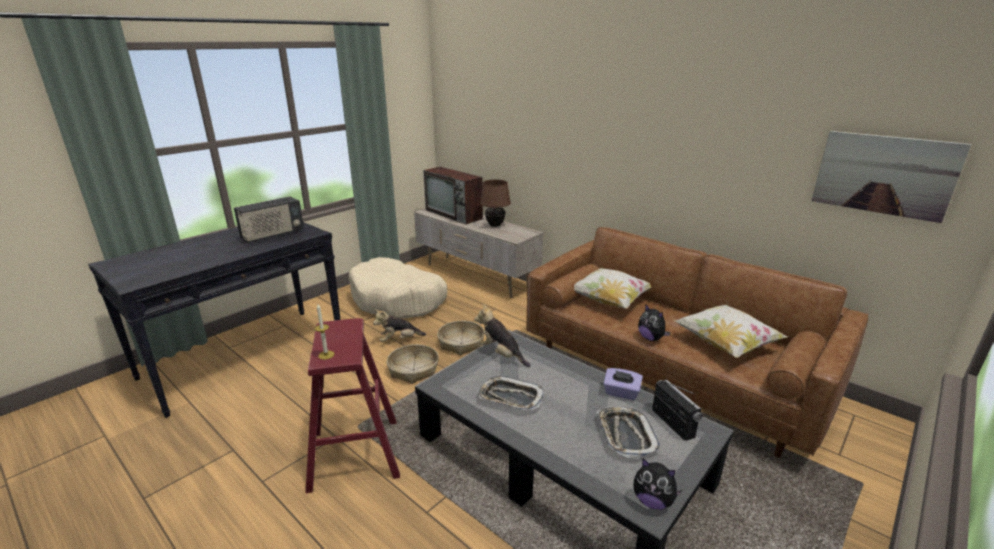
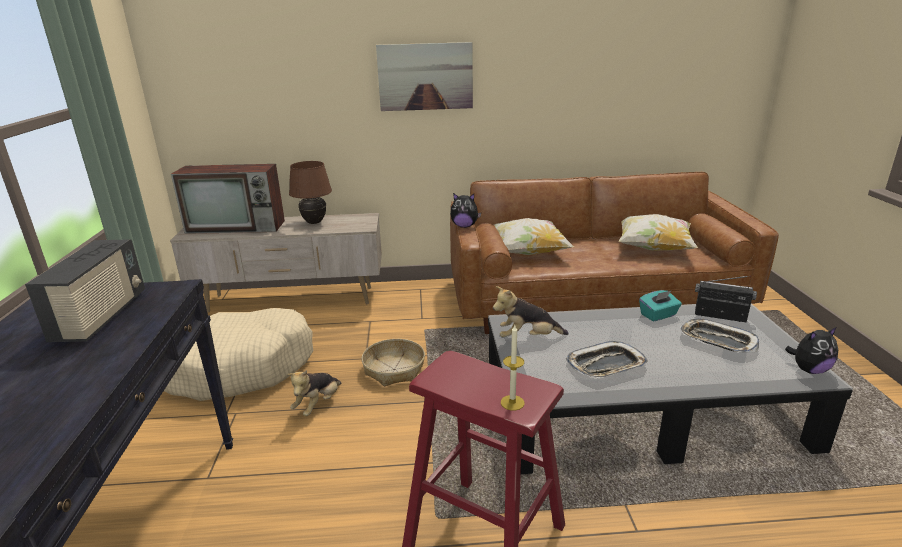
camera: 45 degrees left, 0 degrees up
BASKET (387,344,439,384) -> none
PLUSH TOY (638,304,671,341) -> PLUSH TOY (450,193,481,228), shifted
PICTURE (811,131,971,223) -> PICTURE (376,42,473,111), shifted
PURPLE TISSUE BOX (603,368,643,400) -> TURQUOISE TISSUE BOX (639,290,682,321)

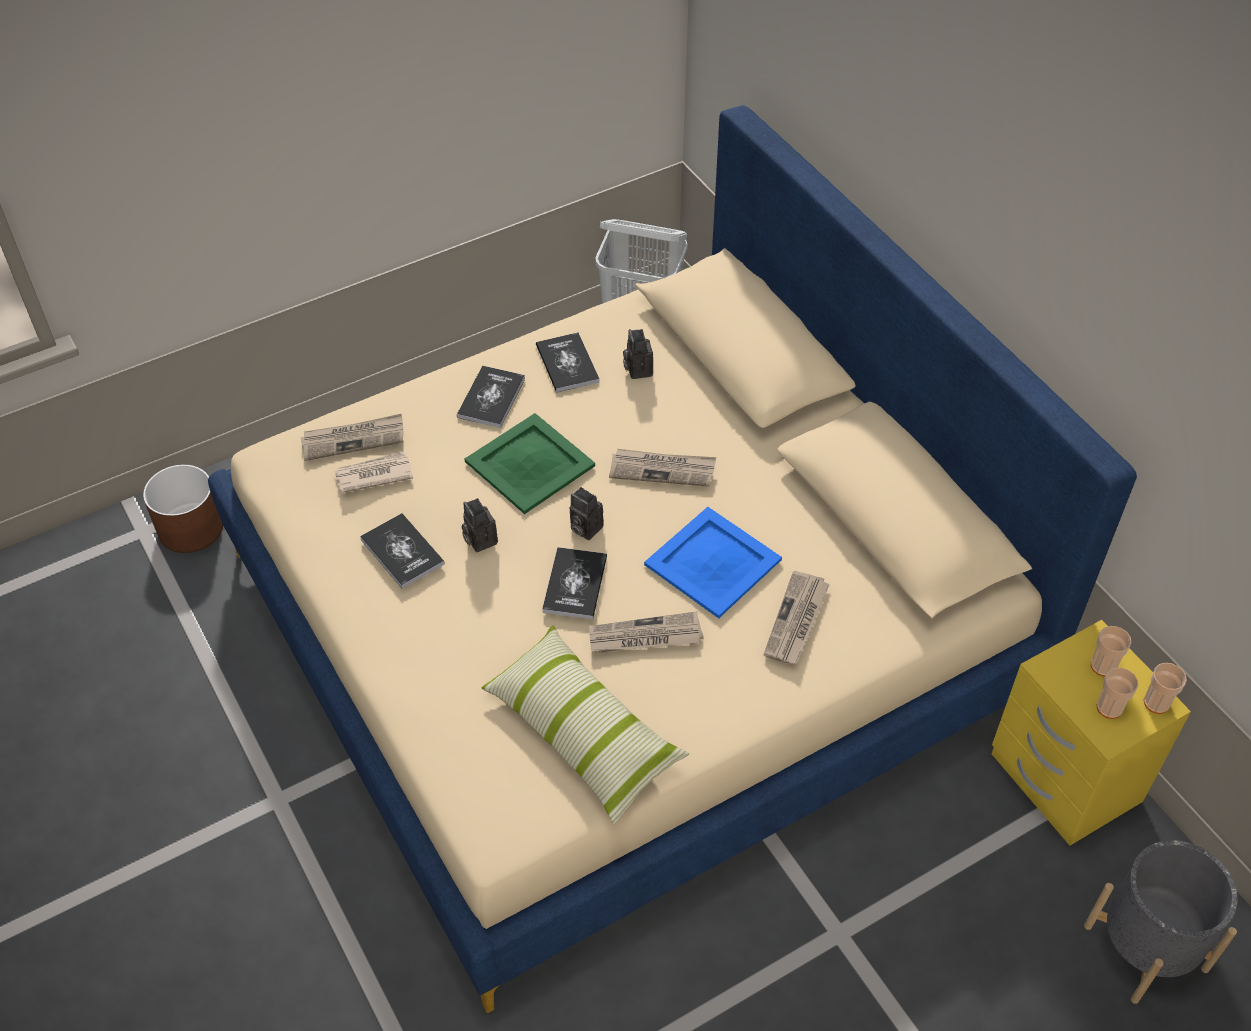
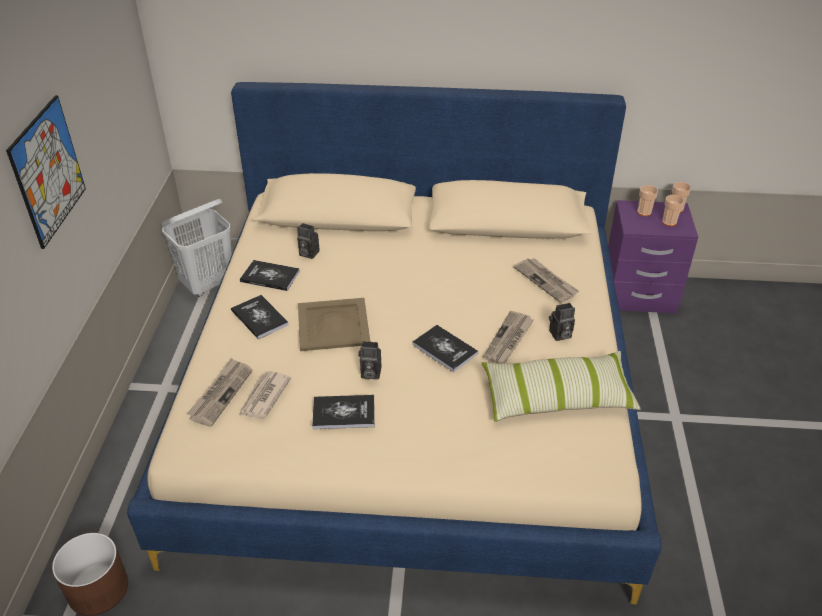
camera: 55 degrees left, 10 degrees down
NEWSPAPER (609,449,716,487) -> none
BLUE TRAY (644,507,782,618) -> none
GREY PLANTER (1084,840,1238,1004) -> none
none -> PICTURE (6,95,86,249)
PHOTO CAMERA (570,487,604,540) -> PHOTO CAMERA (549,303,575,341), shifted
GREEN TRAY (465,413,595,514) -> BEIGE TRAY (298,298,370,351)
YELLOW NIGHTSTAND (992,620,1191,846) -> PURPLE NIGHTSTAND (608,200,698,313)

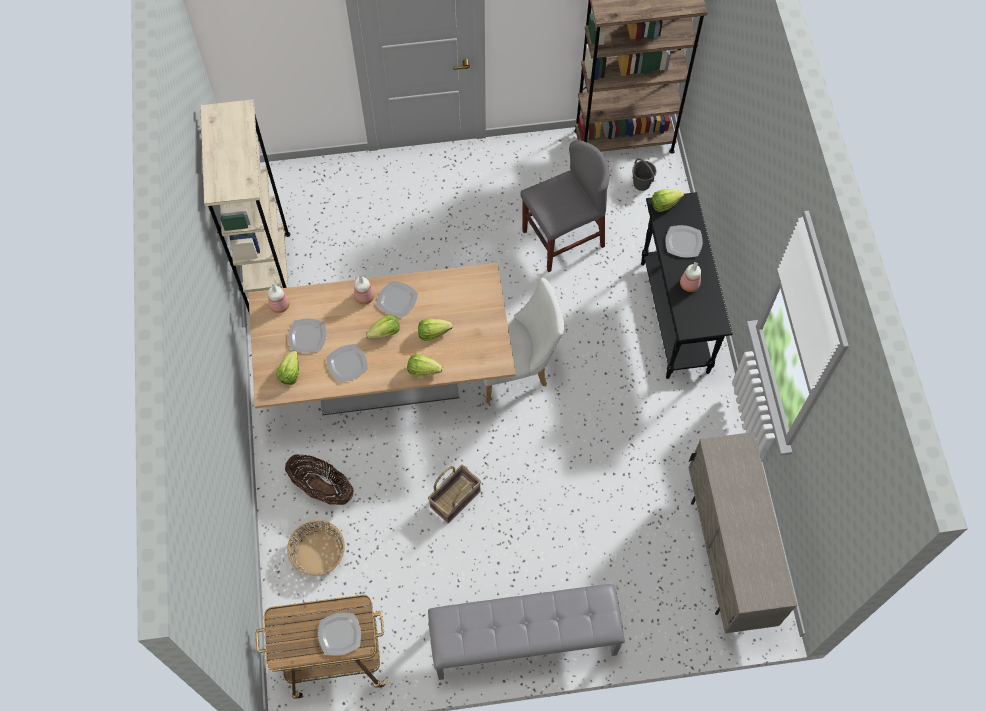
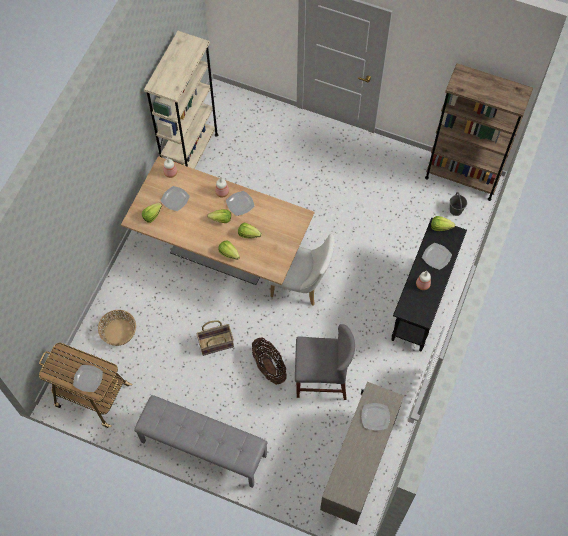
camera: 30 degrees right, 0 degrees up
BASKET (285,454,354,505) -> BASKET (252,337,287,385), shifted
PLATE (326,344,368,382) -> PLATE (361,403,390,431), shifted
GREY CHAIR (520,140,610,272) -> GREY CHAIR (295,324,355,400), shifted

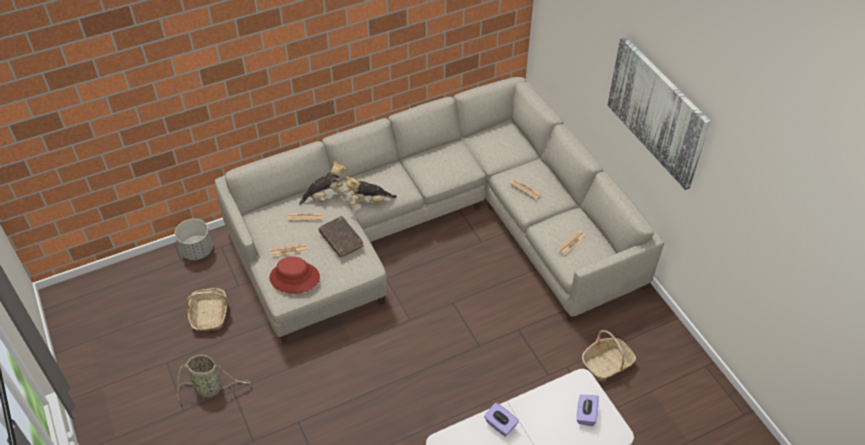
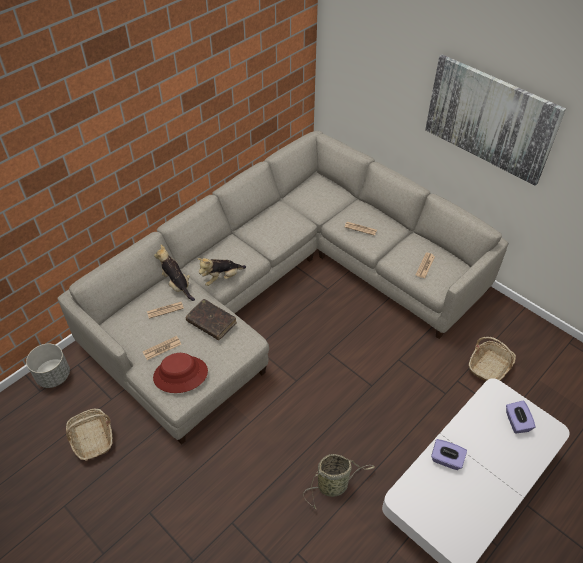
camera: 20 degrees left, 0 degrees up
BASKET (177,355,250,399) -> BASKET (303,454,375,510), shifted
PLUSH TOY (299,160,346,205) -> PLUSH TOY (154,245,195,301), 90 degrees counterclockwise

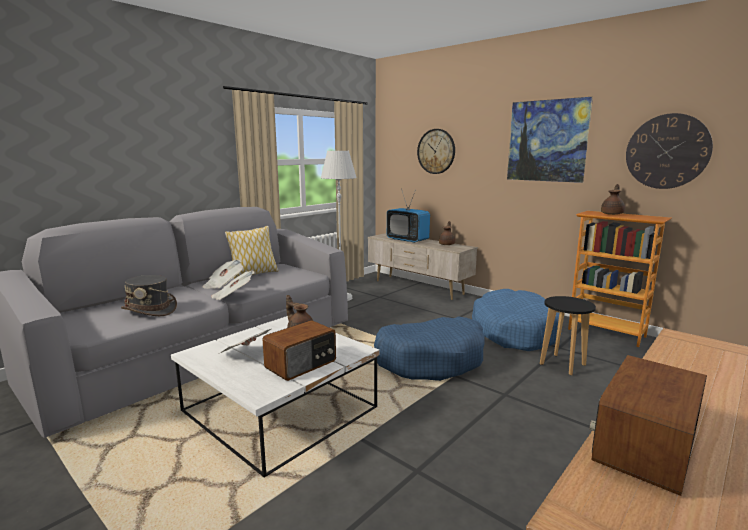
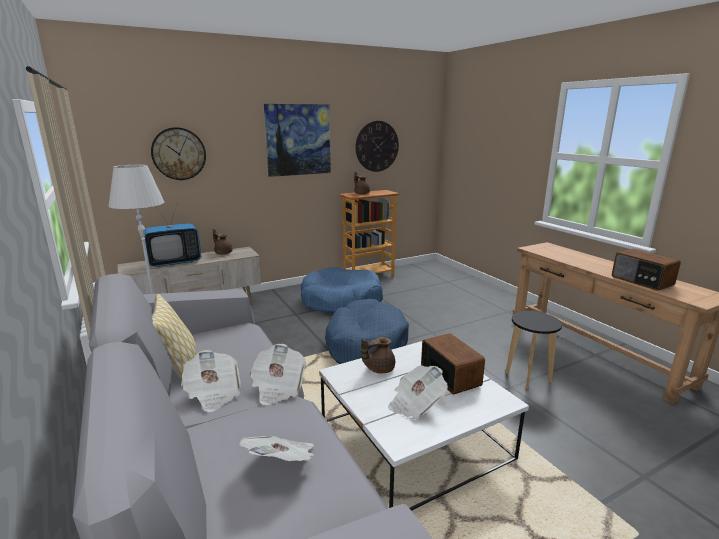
camera: 70 degrees left, 5 degrees up
BLACK STOOL (540,296,596,376) -> BLACK STOOL (505,311,562,390), shifted
GREY HAT (121,275,177,316) -> NEWSPAPER (240,436,314,461)

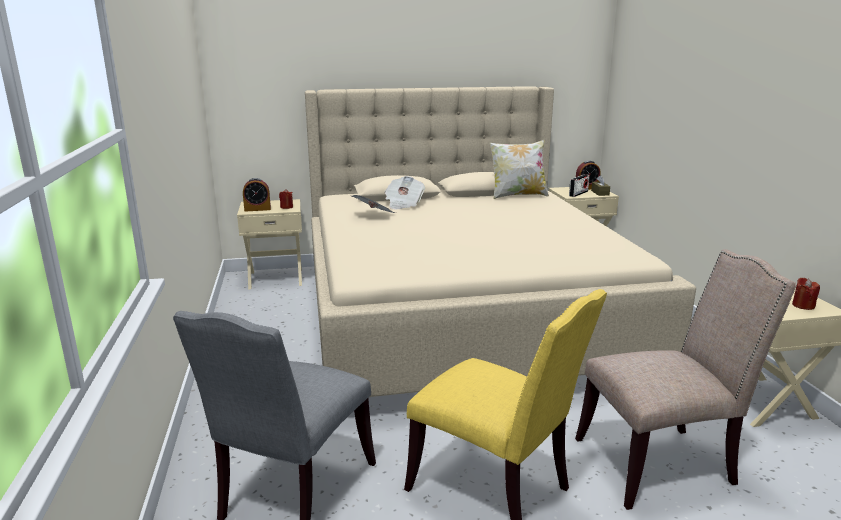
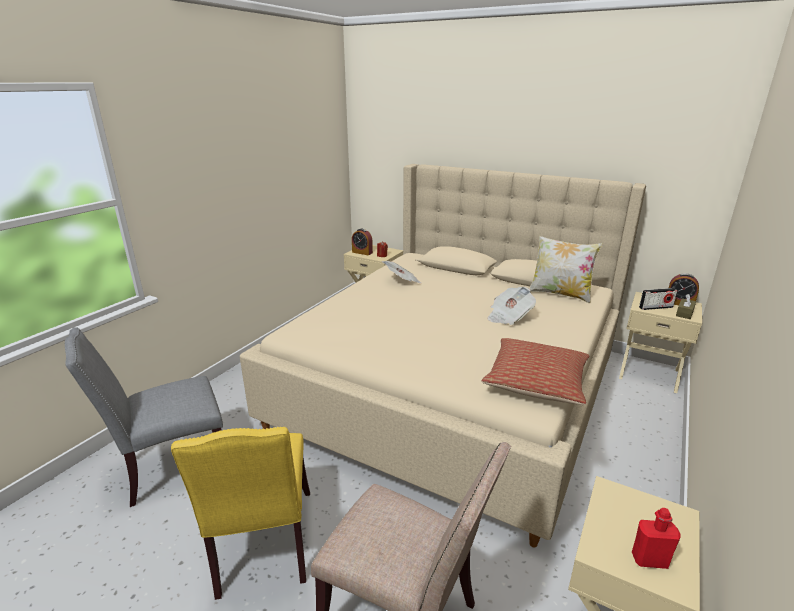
camera: 40 degrees right, 5 degrees up
none -> PILLOW (481,338,589,405)
NEWSPAPER (385,176,425,209) -> NEWSPAPER (487,287,536,325), shifted
RED CANDLE (792,278,820,310) -> RED BOTTLE (632,508,680,569)

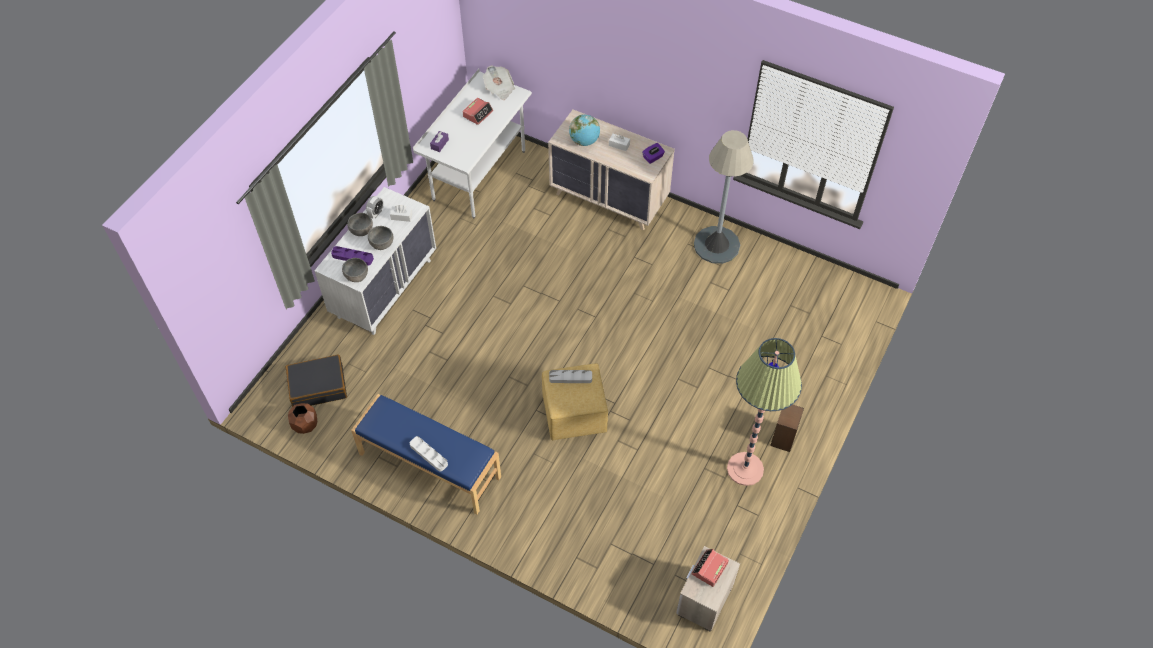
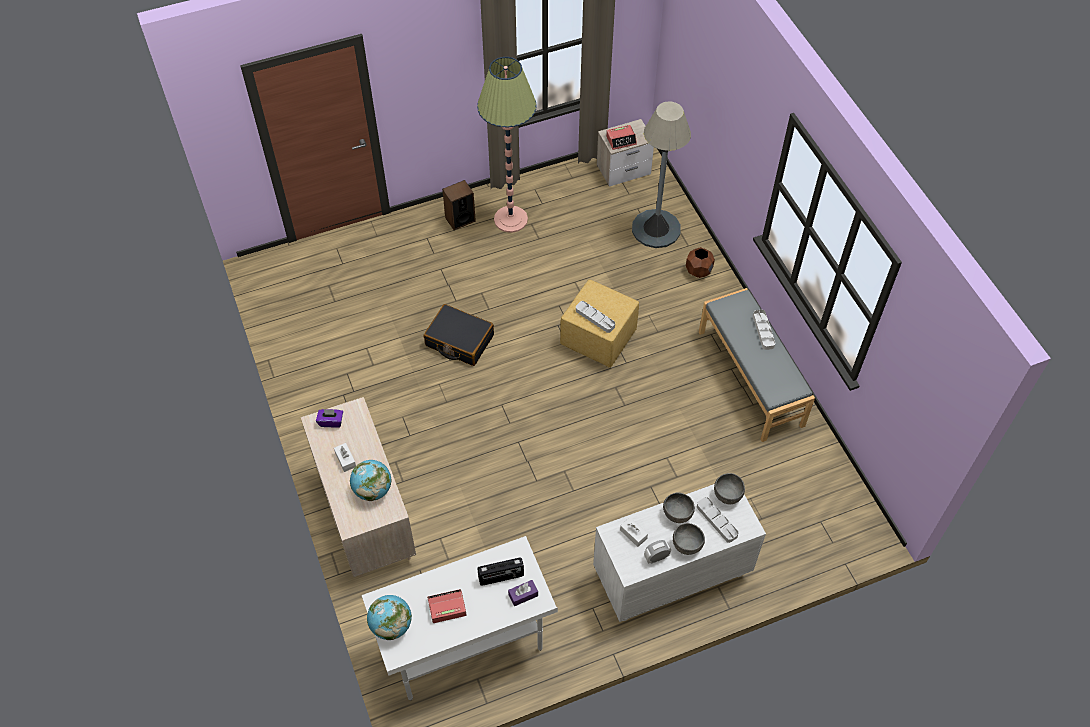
camera: 140 degrees left, 0 degrees up
none -> RADIO (477,558,524,586)
BLACK SUITCASE (286,355,347,407) -> BLACK SUITCASE (424,304,494,366), shifted
BROWN PLANTER (288,403,318,434) -> BROWN PLANTER (686,247,715,278), shifted
GREY FLOOR LAMP (694,130,754,264) -> GREY FLOOR LAMP (632,101,691,248), shifted
NEWSPAPER (483,65,515,100) -> GLOBE (367,595,412,640)
PURPLE TRAY (331,246,374,266) -> GREY TRAY (697,497,739,543)
BLUE BENCH (351,394,501,514) -> GREY BENCH (699,288,815,442)

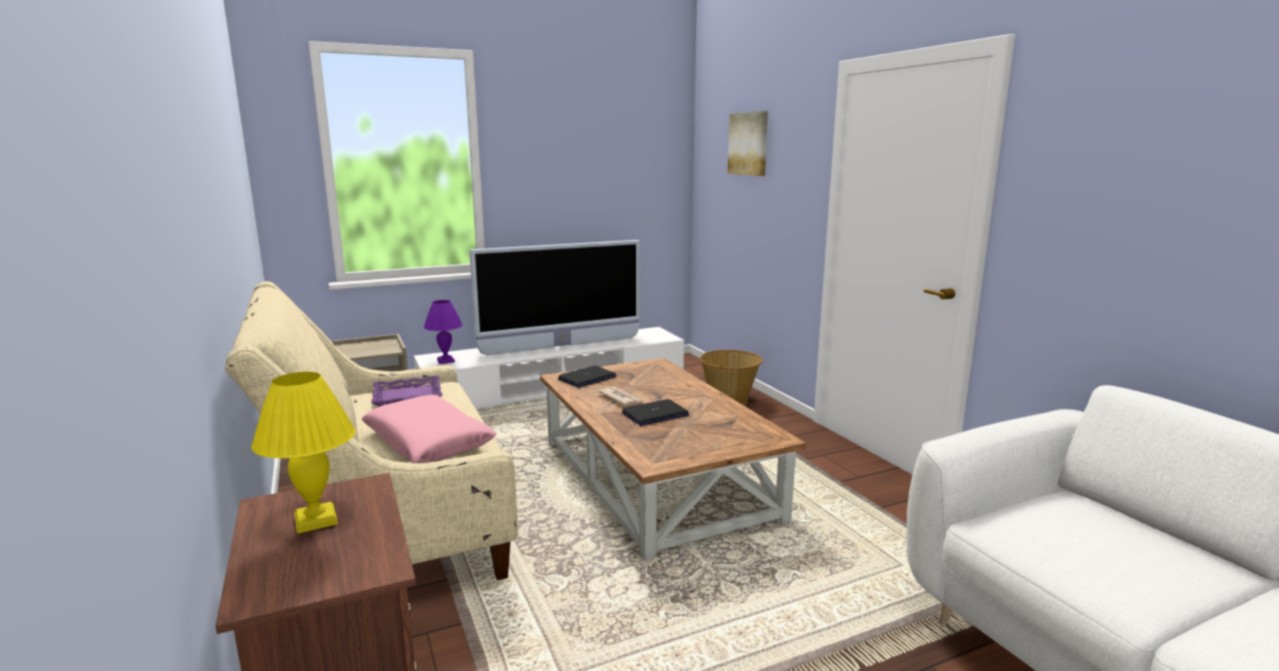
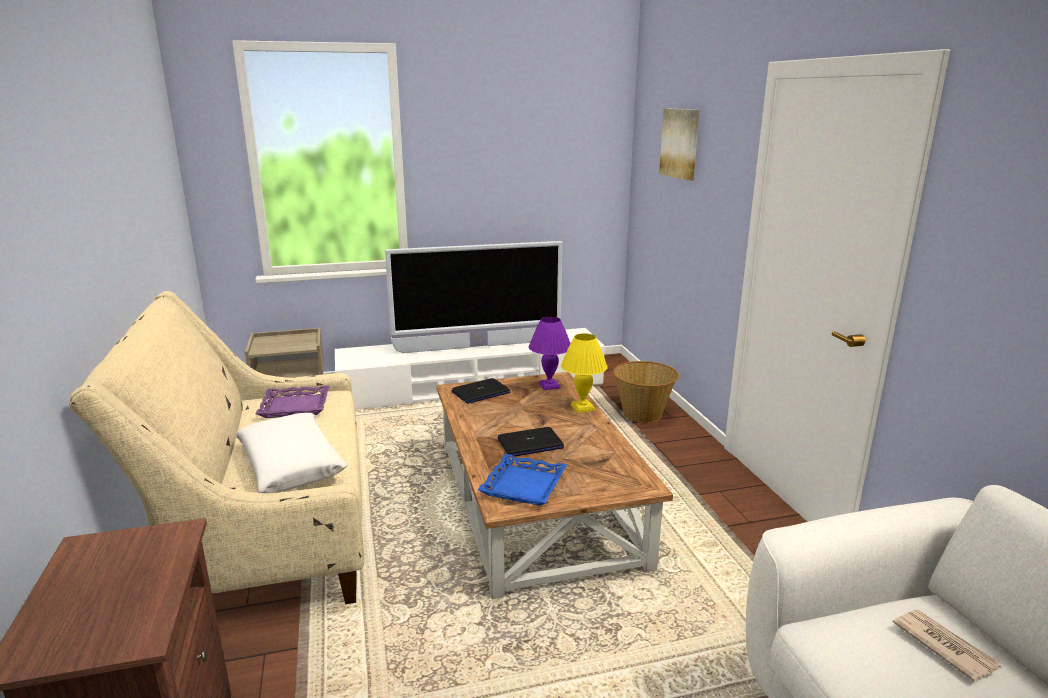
camera: 10 degrees right, 5 degrees up
none -> BLUE TRAY (478,454,567,506)
YELLOW TABLE LAMP (251,372,355,534) -> YELLOW TABLE LAMP (561,333,608,413), shifted
PURPLE TABLE LAMP (424,300,462,364) -> PURPLE TABLE LAMP (529,317,571,390), shifted
NEWSPAPER (598,387,643,406) -> NEWSPAPER (893,609,1001,682), shifted
PINK PILLOW (362,395,497,463) -> WHITE PILLOW (236,413,347,493)

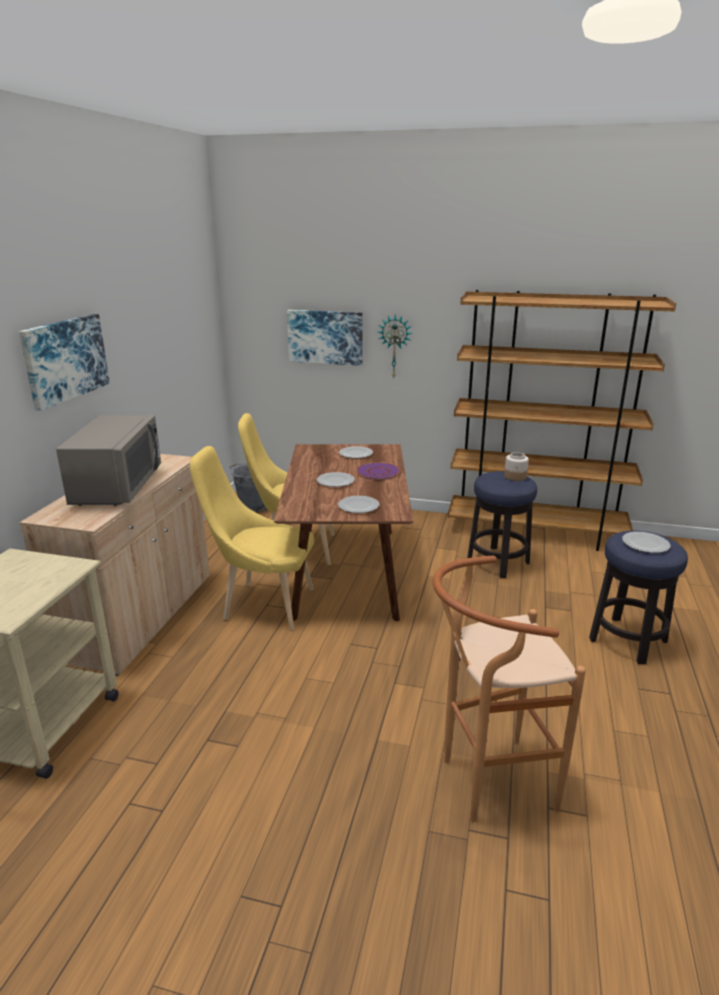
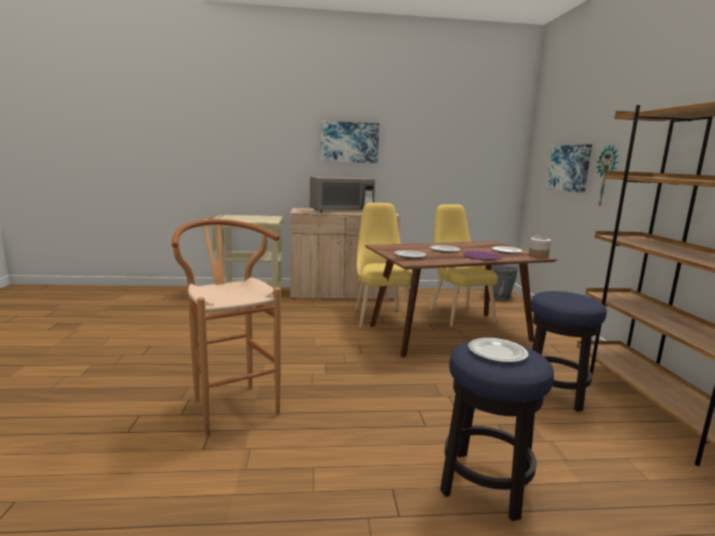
camera: 70 degrees right, 10 degrees down
JAR (504,452,529,481) -> JAR (529,235,551,258), shifted

